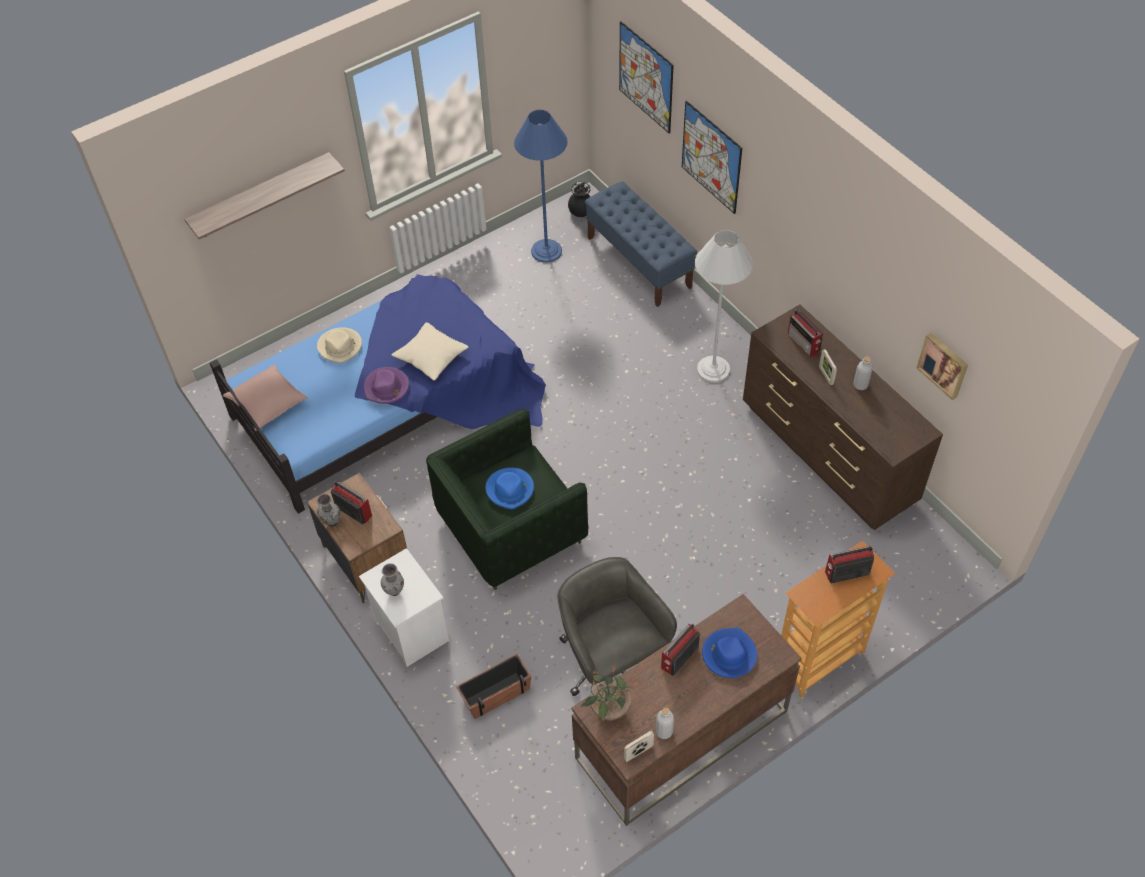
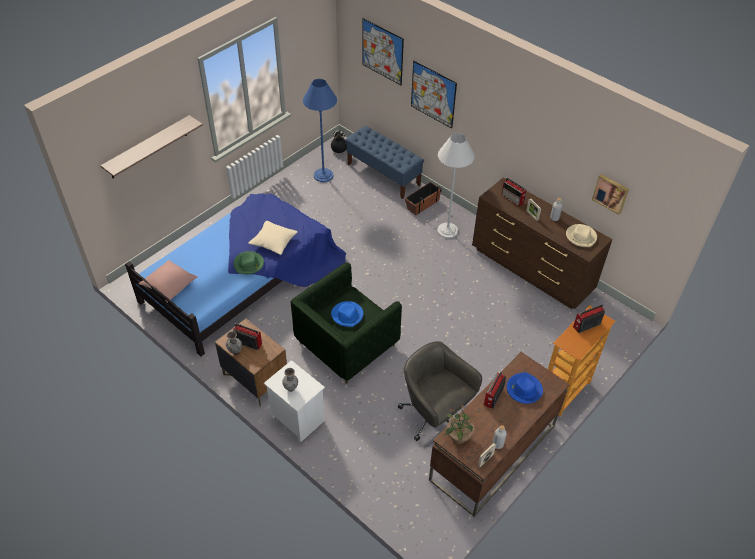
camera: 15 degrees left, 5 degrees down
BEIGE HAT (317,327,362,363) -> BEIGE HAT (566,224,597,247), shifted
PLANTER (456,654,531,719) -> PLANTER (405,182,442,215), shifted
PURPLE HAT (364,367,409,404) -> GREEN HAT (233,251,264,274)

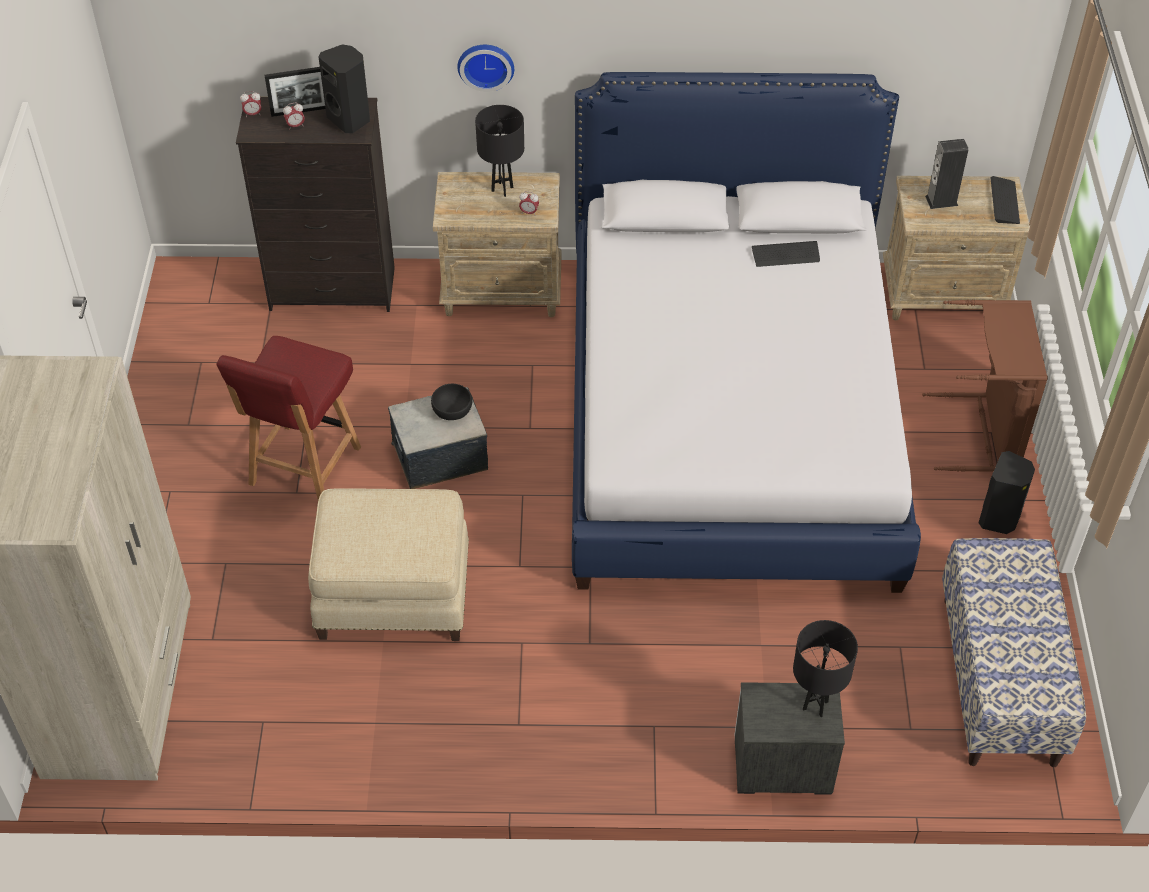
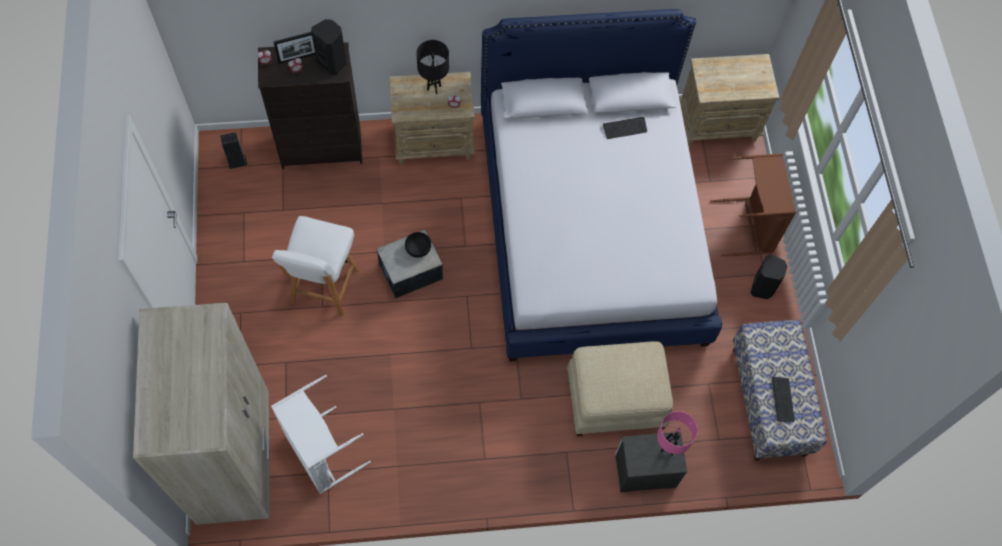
camera: 10 degrees left, 15 degrees up
WALL CLOCK (457,45,514,92) -> none
none -> WHITE LAUNDRY BASKET (271,375,371,494)
BEIGE OTTOMAN (308,488,469,641) -> BEIGE OTTOMAN (567,341,673,436), shifted
SPEAKER (925,139,968,209) -> SPEAKER (220,132,247,169), shifted
KEYBOARD (990,176,1020,224) -> KEYBOARD (772,377,795,422), shifted
RED CHAIR (217,336,361,500) -> WHITE CHAIR (272,216,359,317)
BLACK TABLE LAMP (793,620,858,717) -> PINK TABLE LAMP (657,411,698,456)

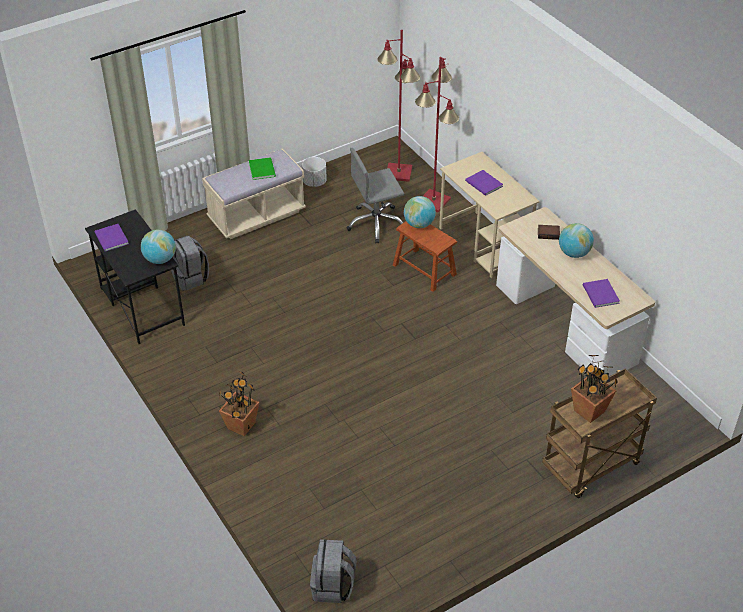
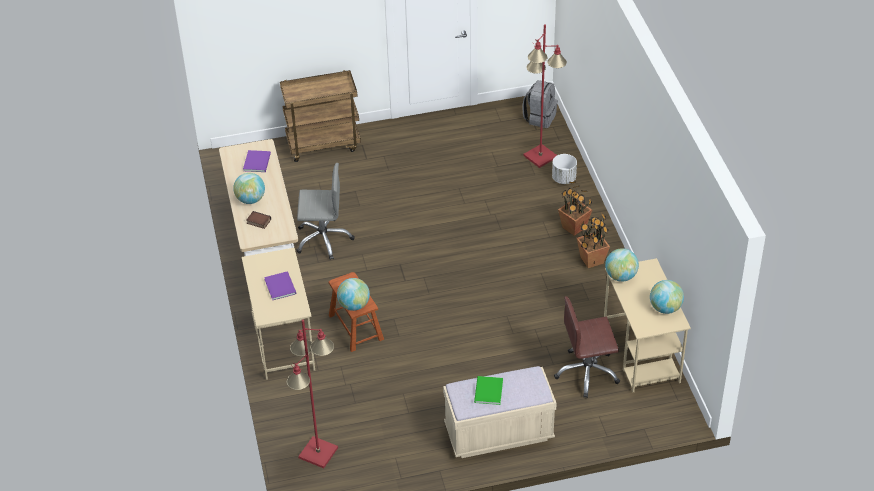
camera: 160 degrees left, 0 degrees up
WHITE PLANTER (302,157,327,187) -> WHITE PLANTER (552,154,577,184), shifted
GREY OFFICE CHAIR (346,148,404,243) -> GREY OFFICE CHAIR (296,163,355,260), shifted
RED FLOOR LAMP (415,57,459,212) -> RED FLOOR LAMP (523,24,567,168), shifted
POTTED PLANT (571,355,618,423) -> POTTED PLANT (577,214,610,268), shifted
PURPLE BOOK (94,224,129,252) -> GLOBE (650,280,684,314)
GREY BACKPACK (171,235,209,291) -> BROWN OFFICE CHAIR (554,296,620,398)
BLACK DESK (85,209,185,344) -> BEIGE DESK (604,258,691,392)

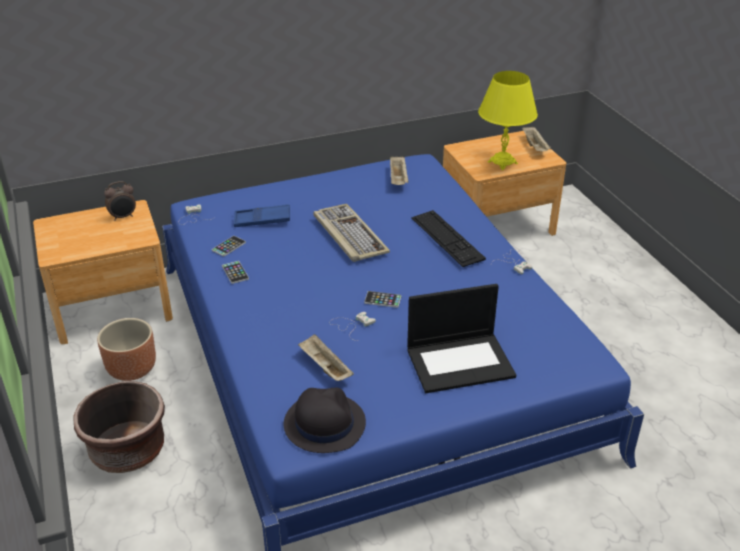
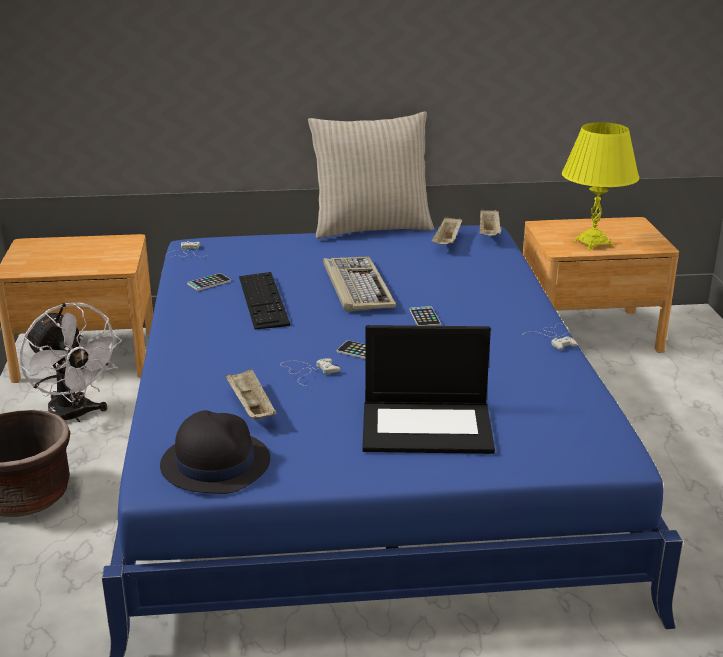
camera: 15 degrees right, 10 degrees down
ALARM CLOCK (104,181,136,221) -> none
BLUE TRAY (234,204,290,227) -> none
none -> BEIGE PILLOW (308,111,434,239)
PHONE (222,261,249,284) -> PHONE (409,306,441,326), shifted
KEYBOARD (411,210,486,267) -> KEYBOARD (239,272,290,329), shifted
BEIGE TRAY (522,126,551,152) -> BEIGE TRAY (479,208,501,236), shifted
BROWN PLANTER (97,318,156,381) -> WHITE FAN (19,303,122,422)

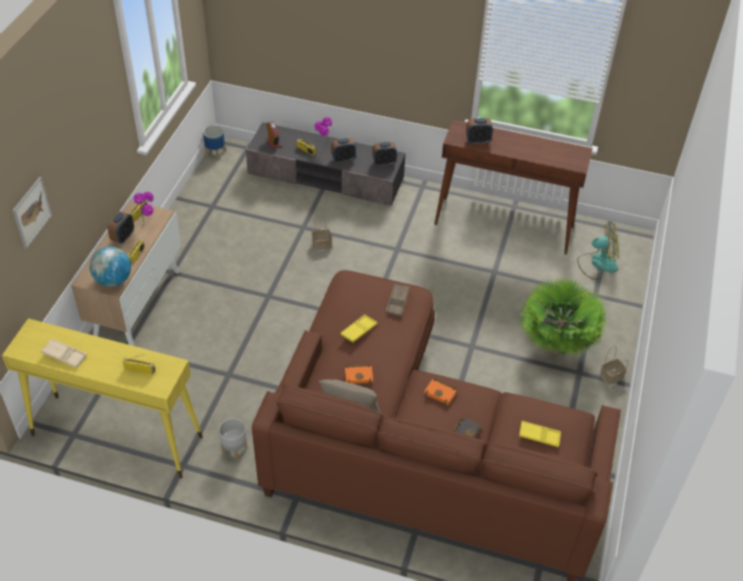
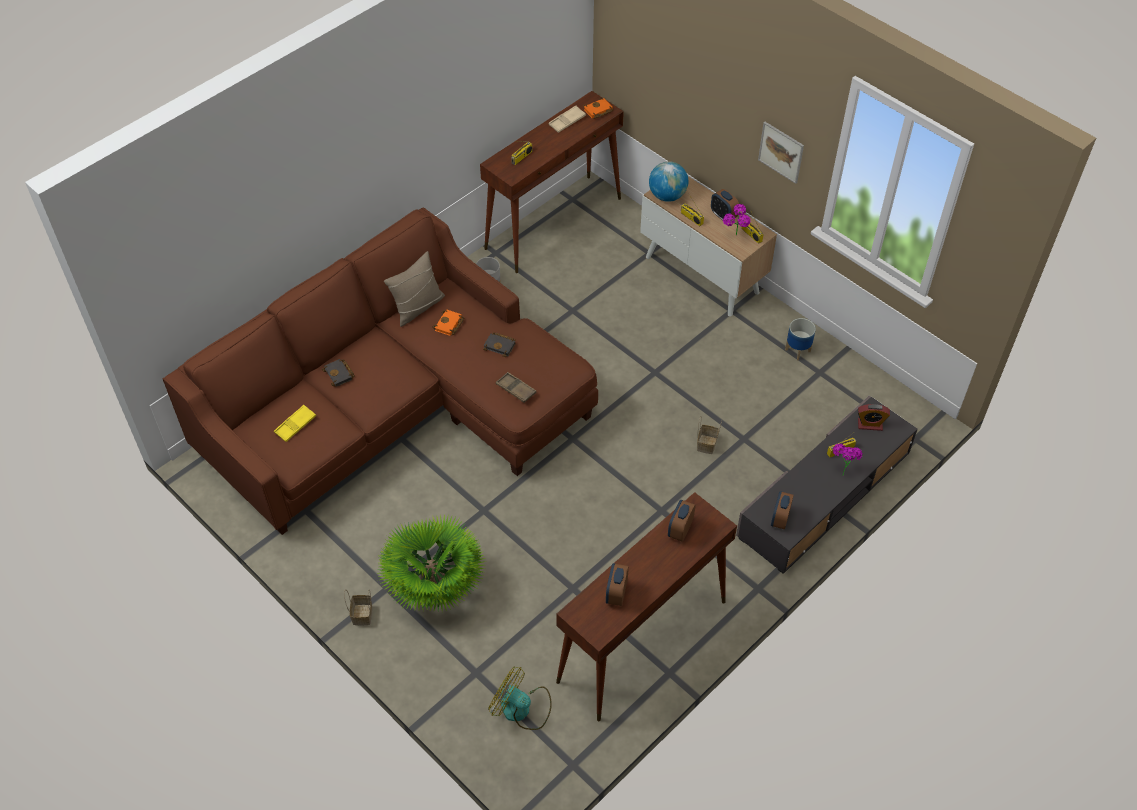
camera: 120 degrees right, 5 degrees up
PICTURE (13,177,52,249) -> PICTURE (758,122,804,184), shifted
PLANTER (203,125,225,159) -> PLANTER (785,318,816,360), shifted
ALARM CLOCK (331,138,356,163) -> ALARM CLOCK (606,563,629,606), shifted
ORANGE BOOK (424,378,456,406) -> ORANGE BOOK (583,98,613,119), shifted
YELLOW TRAY (341,314,377,343) -> BLACK BOOK (483,332,516,357)
YELLOW CONSOLE TABLE (2,318,203,478) -> BROWN CONSOLE TABLE (480,91,624,273)
FAN (577,222,619,280) -> FAN (488,667,552,730), 90 degrees clockwise

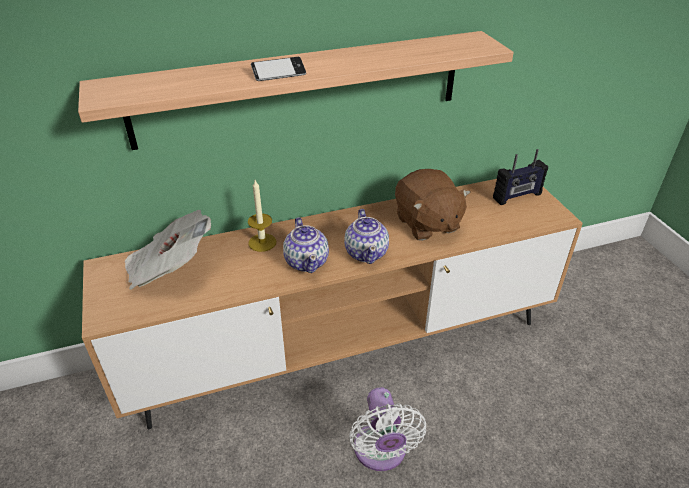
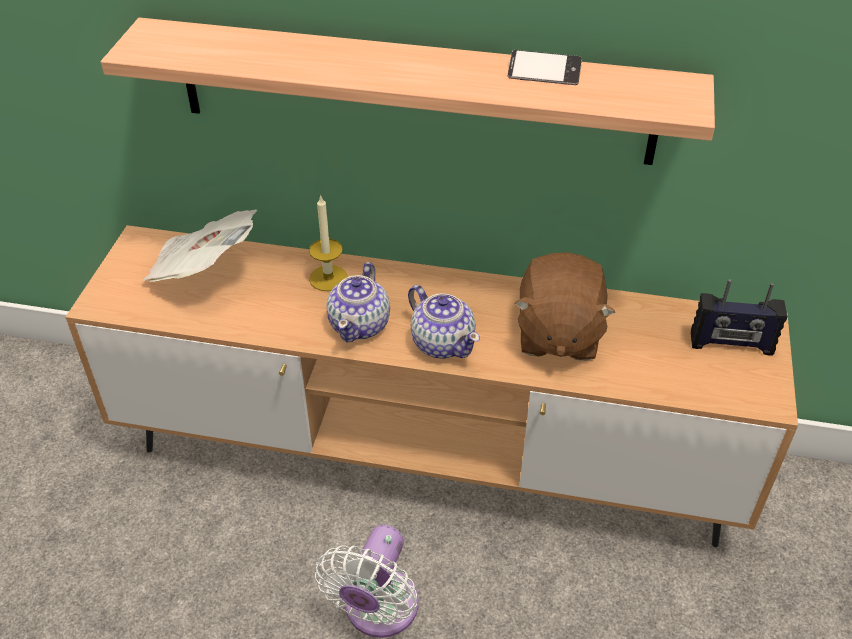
camera: 30 degrees right, 5 degrees up
PHONE (251,57,306,81) -> PHONE (507,50,582,85), shifted
TEAPOT (344,209,389,264) -> TEAPOT (408,285,480,359), 60 degrees counterclockwise

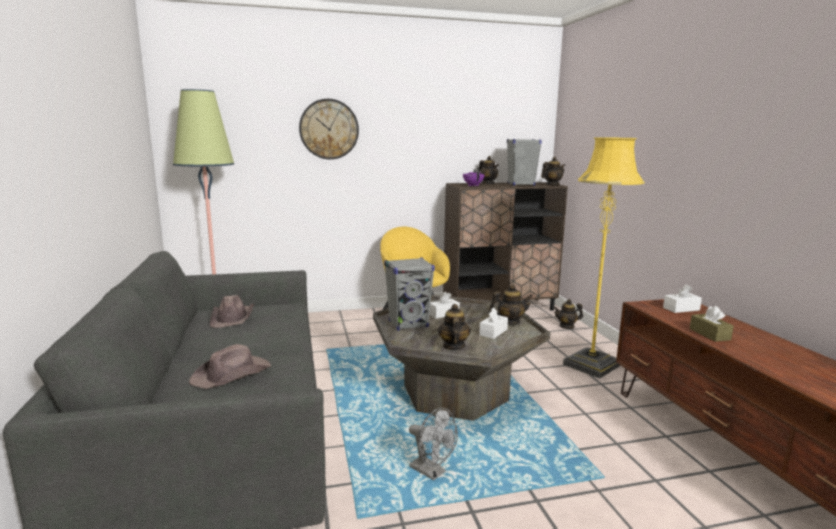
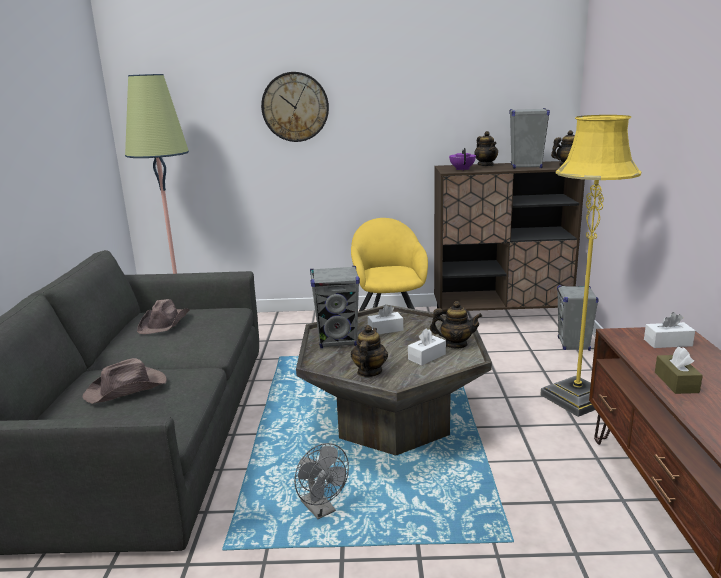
camera: 15 degrees right, 5 degrees up
TEAPOT (554,299,583,329) -> GREY SPEAKER (557,285,599,351)

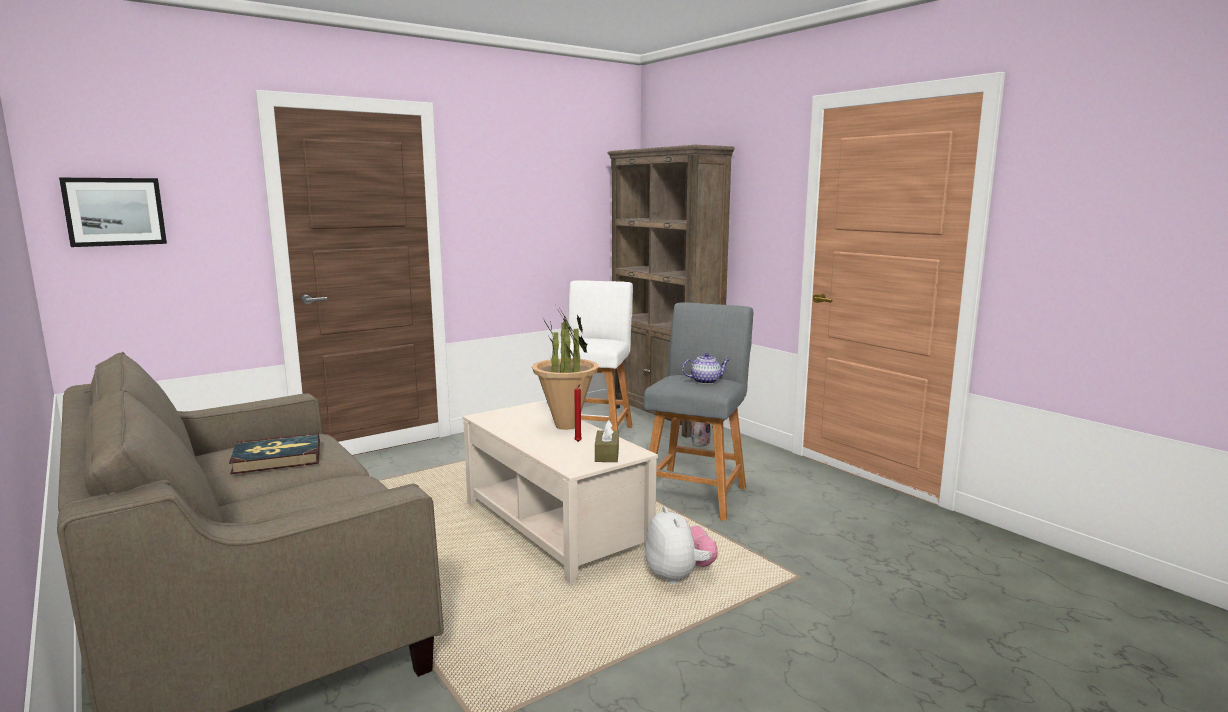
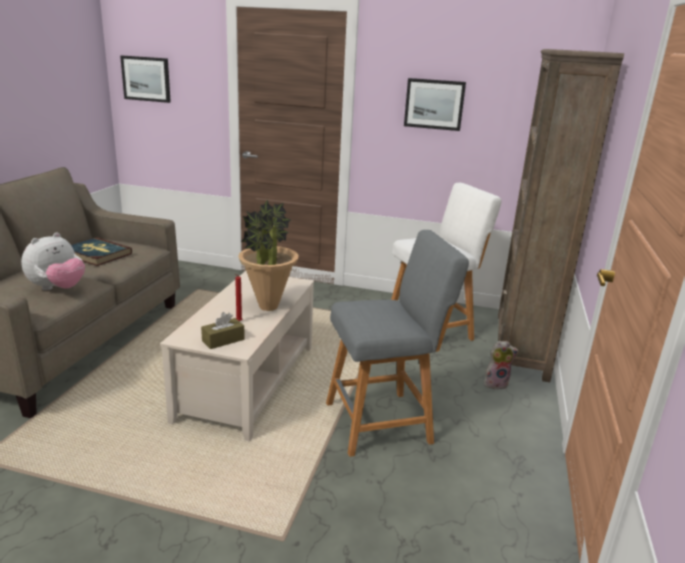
camera: 50 degrees right, 10 degrees up
TEAPOT (682,353,729,384) -> none
none -> PICTURE (404,78,466,131)
PLUSH TOY (645,506,718,584) -> PLUSH TOY (21,233,85,290), shifted

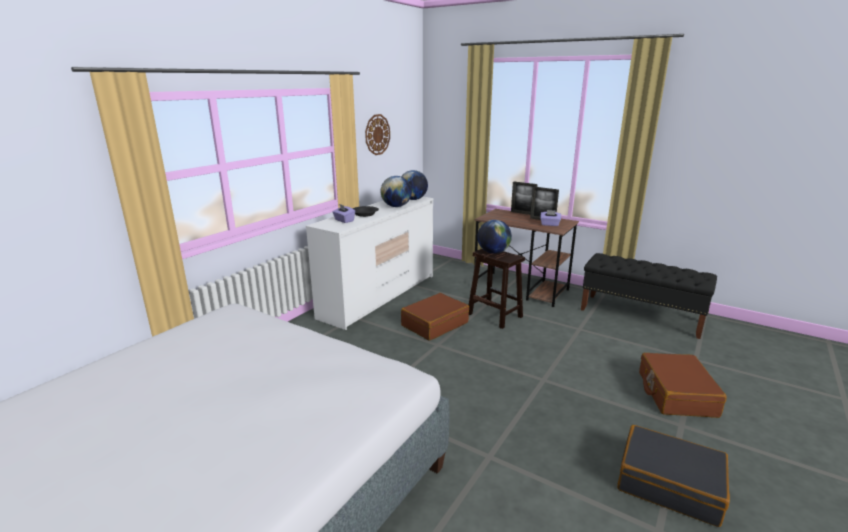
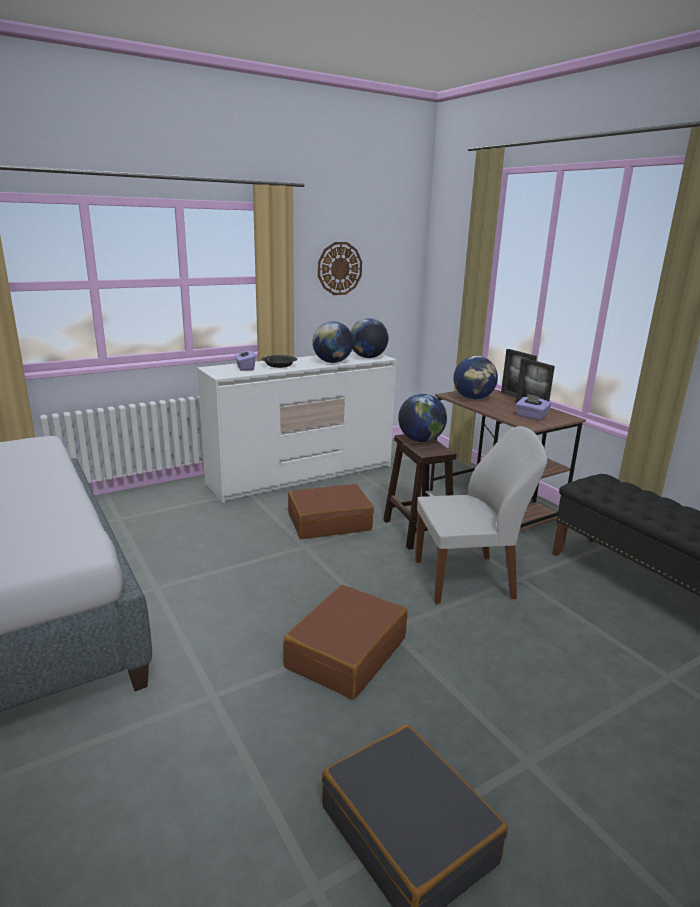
camera: 25 degrees right, 0 degrees up
none -> WHITE CHAIR (415,426,547,604)
none -> GLOBE (453,356,498,400)
BROWN SUITCASE (639,353,727,418) -> BROWN SUITCASE (283,585,407,700), shifted

